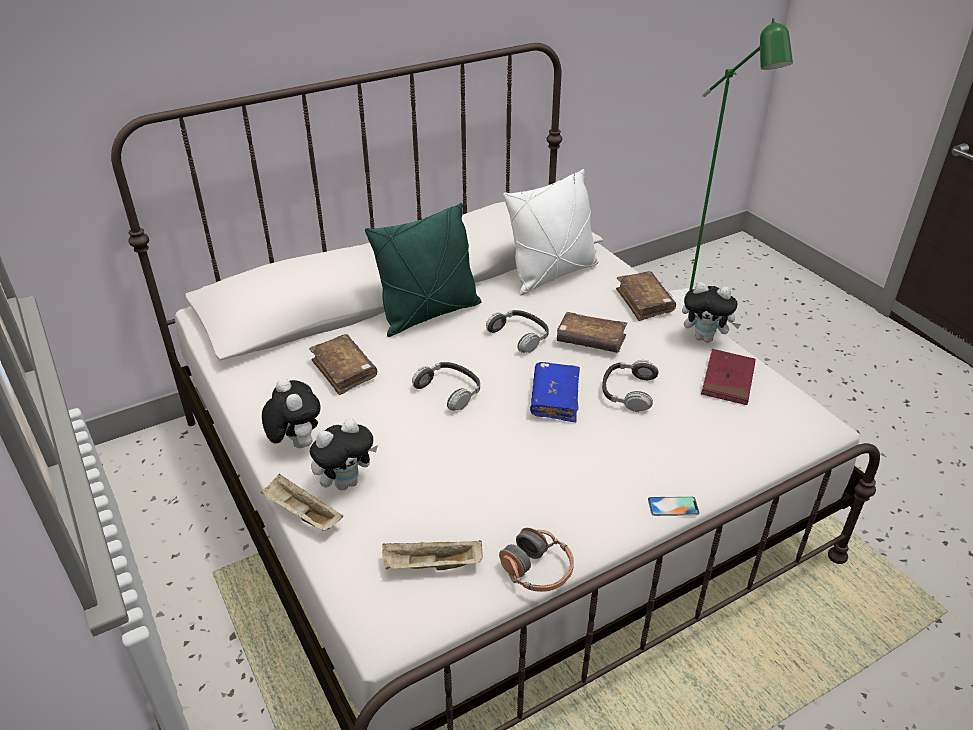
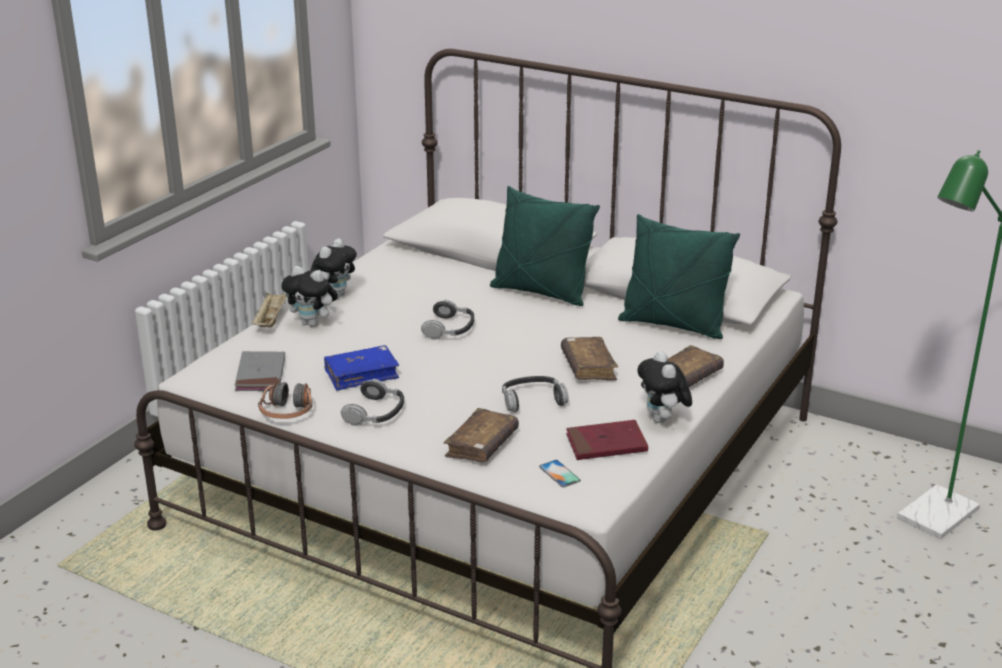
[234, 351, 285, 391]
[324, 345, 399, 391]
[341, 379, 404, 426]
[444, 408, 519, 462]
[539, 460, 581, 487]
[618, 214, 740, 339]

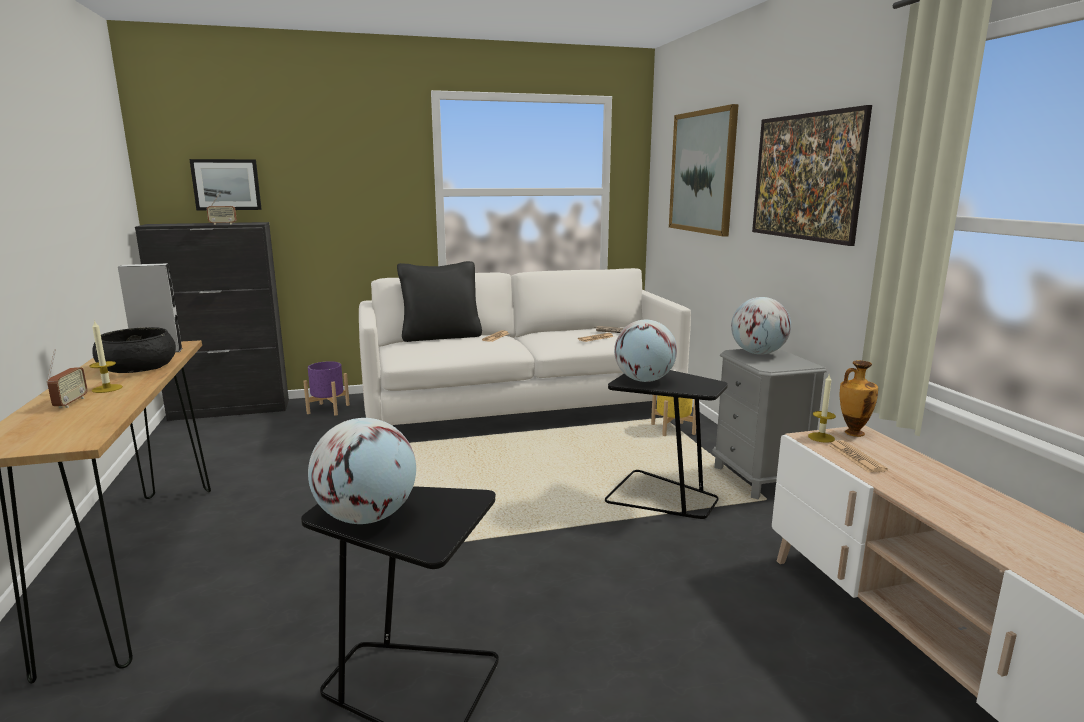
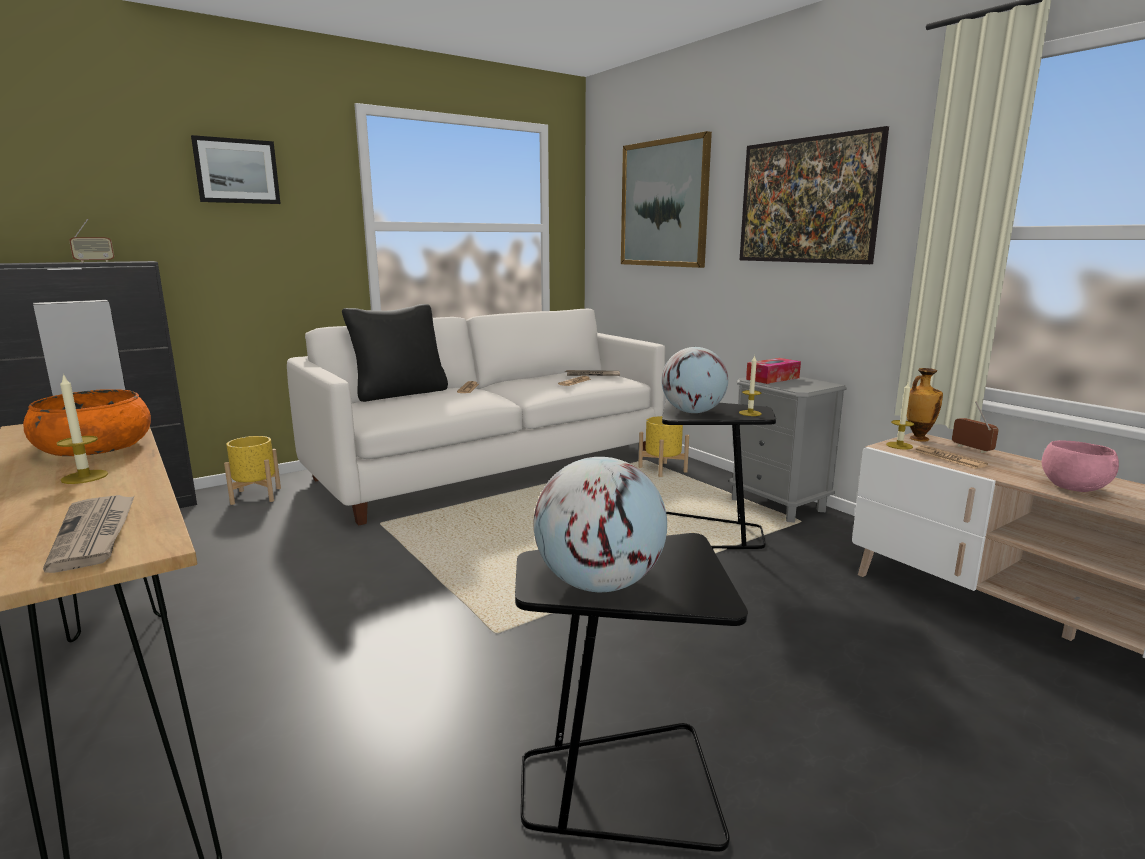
[23, 389, 151, 456]
[43, 495, 135, 573]
[191, 135, 281, 204]
[224, 436, 281, 505]
[739, 355, 762, 416]
[746, 358, 801, 384]
[952, 401, 999, 453]
[1042, 440, 1119, 492]

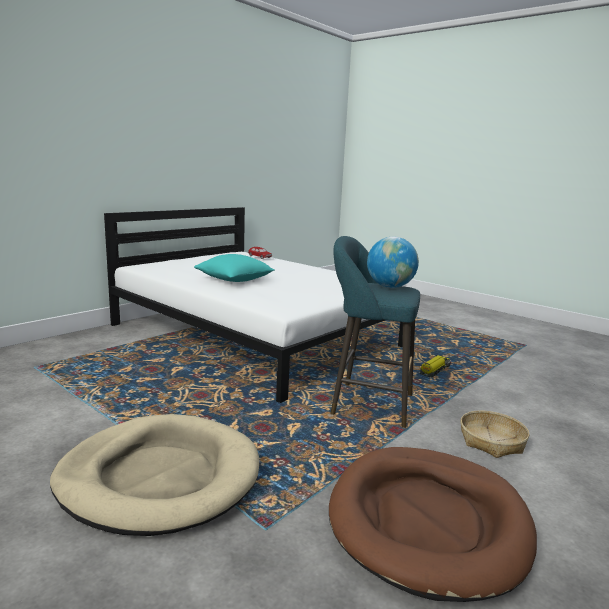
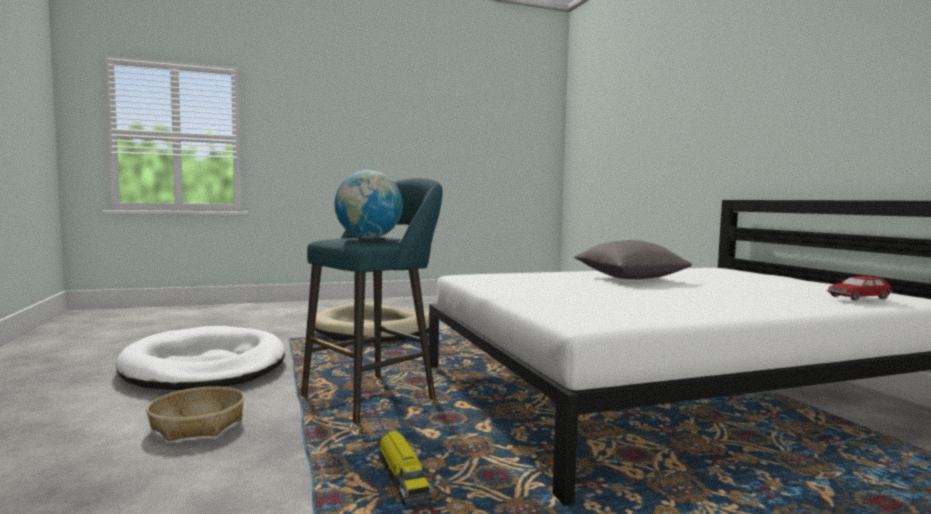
[115, 326, 285, 390]
[574, 240, 692, 279]

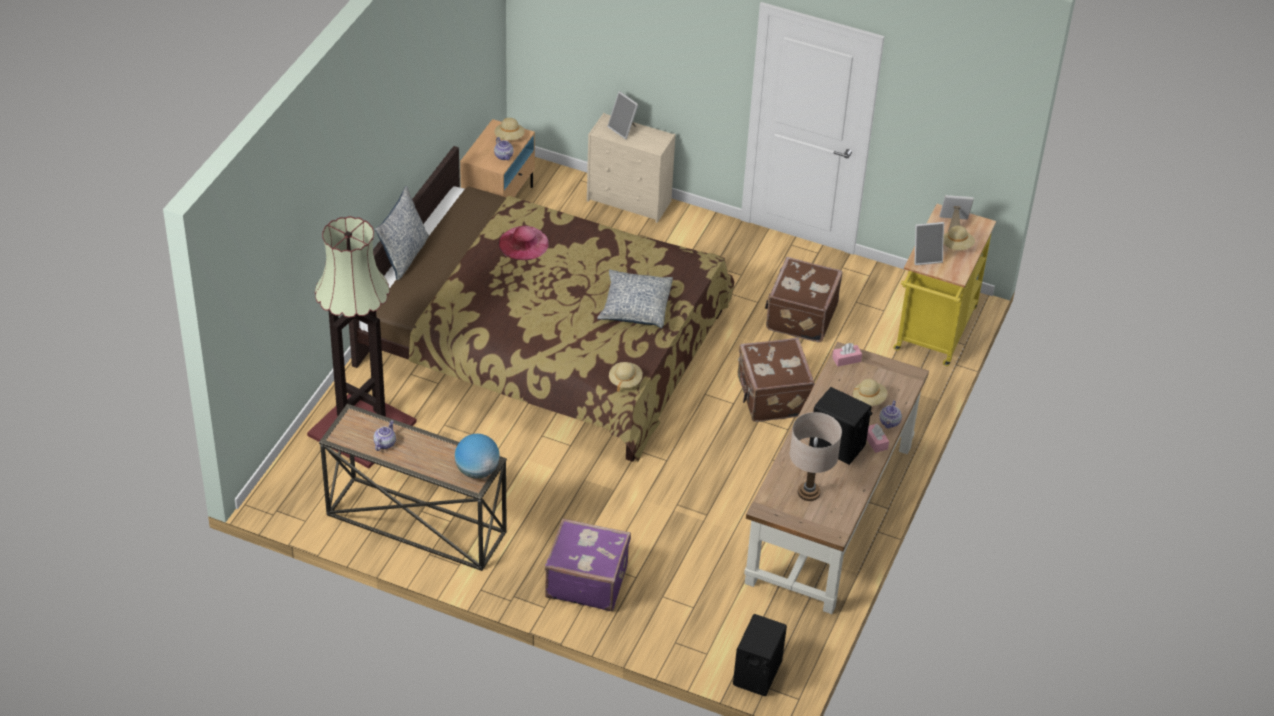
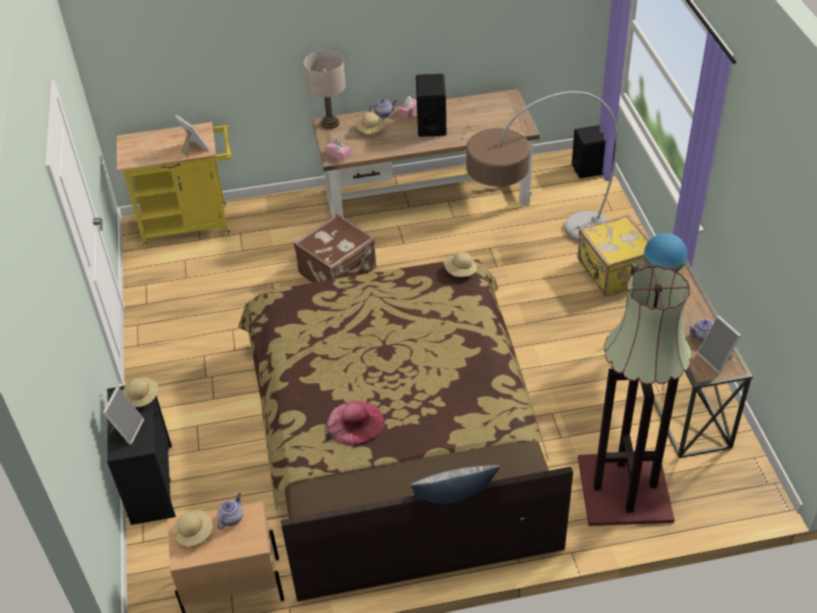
[107, 386, 176, 525]
[122, 377, 158, 407]
[304, 50, 346, 129]
[466, 91, 618, 242]
[577, 215, 649, 296]
[697, 315, 741, 374]
[597, 269, 673, 328] (first image)
[765, 257, 843, 342] (first image)

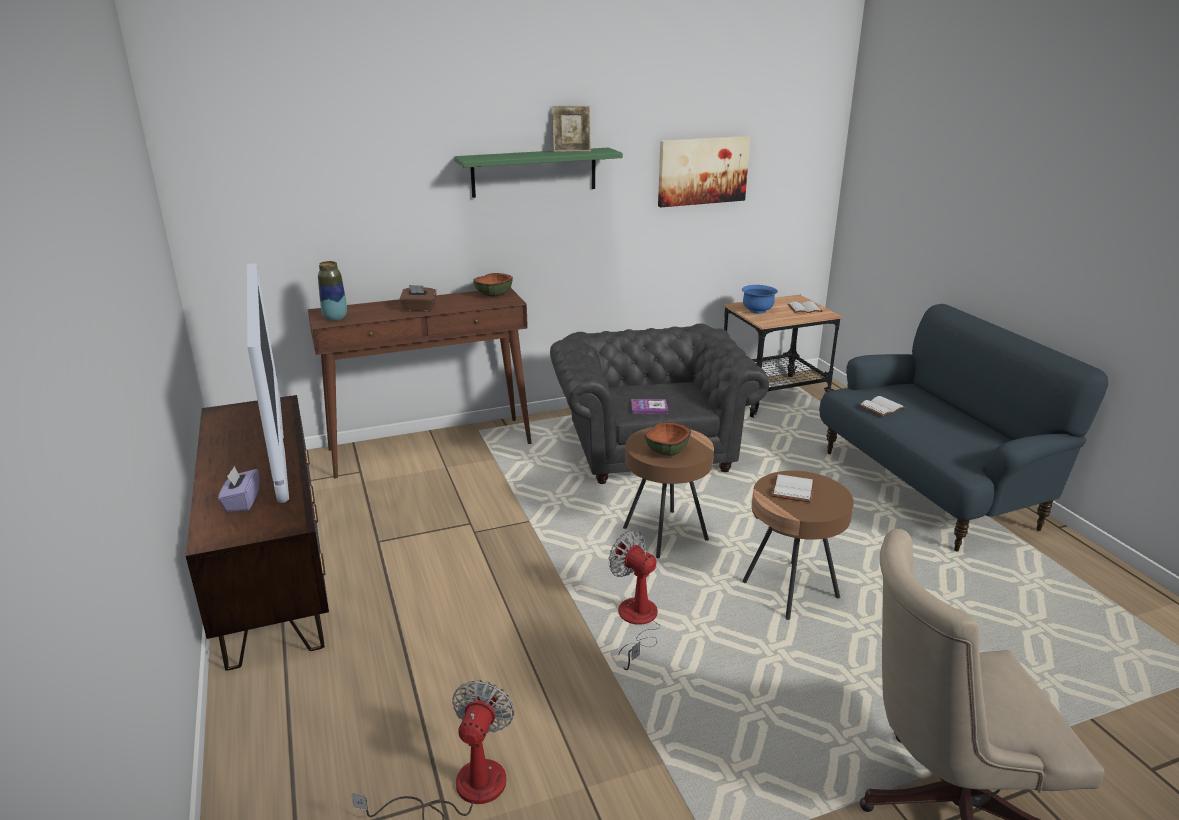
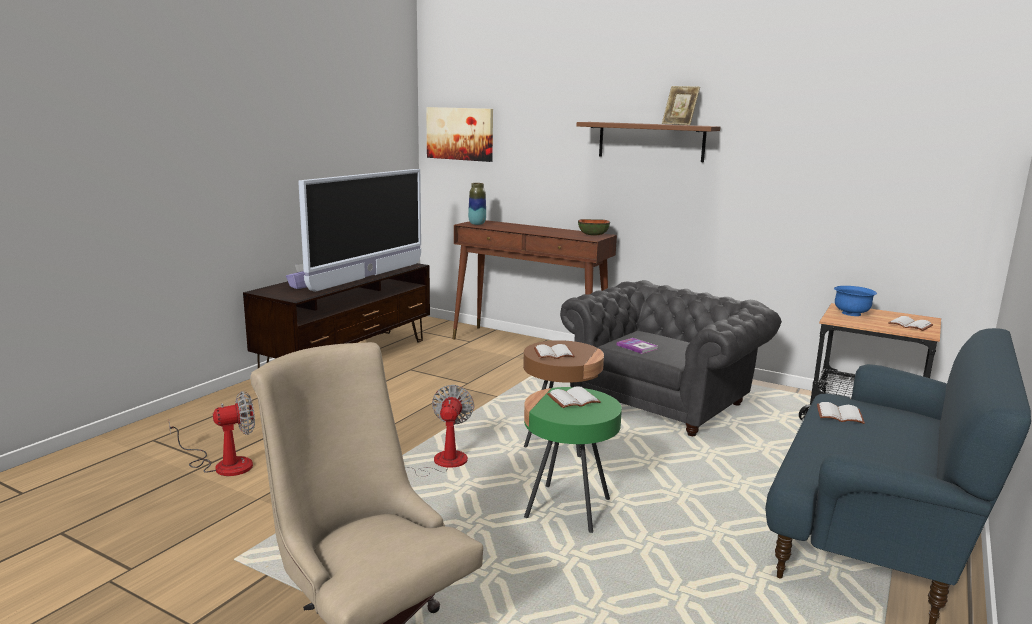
[426, 107, 493, 162]
[524, 387, 622, 533]
[534, 344, 575, 359]
[577, 122, 720, 162]
[399, 285, 437, 312] (first image)

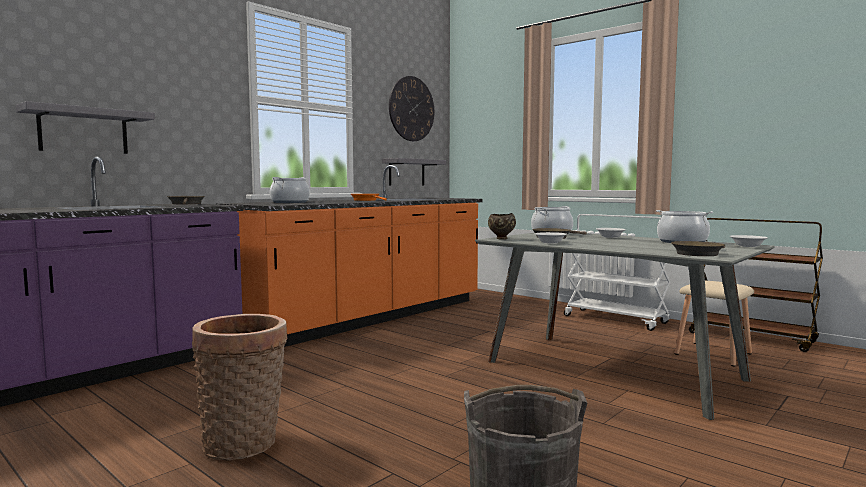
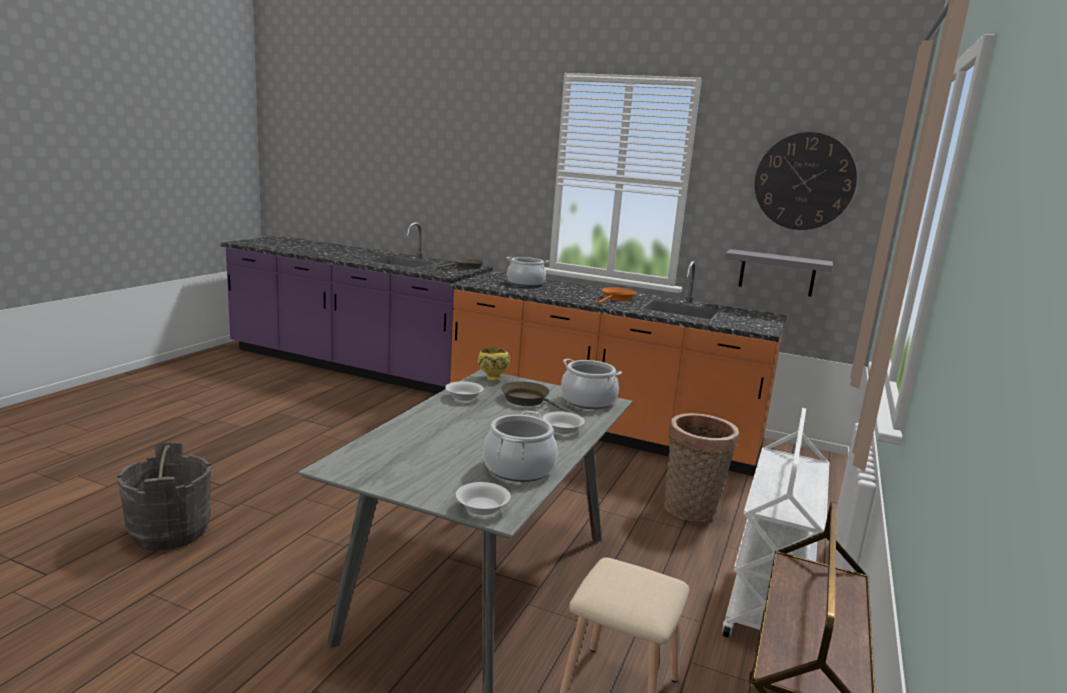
[477, 347, 510, 381]
[664, 413, 739, 521]
[16, 101, 155, 154] (first image)
[671, 241, 725, 256] (first image)

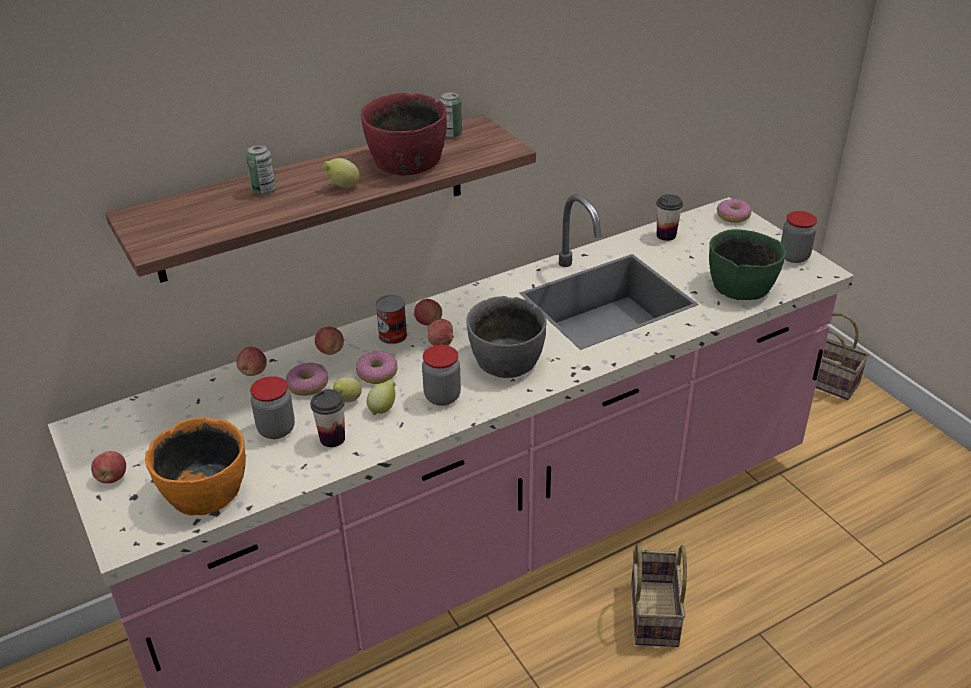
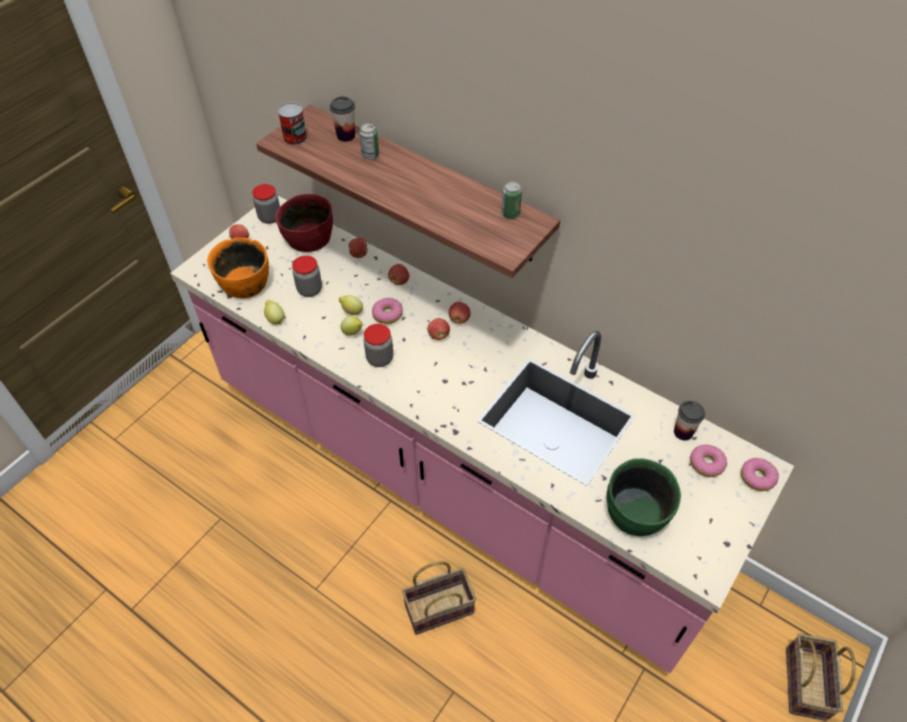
[252, 184, 280, 224]
[264, 300, 285, 324]
[275, 194, 333, 252]
[278, 102, 307, 145]
[330, 97, 355, 142]
[690, 444, 727, 477]
[466, 296, 547, 378] (first image)

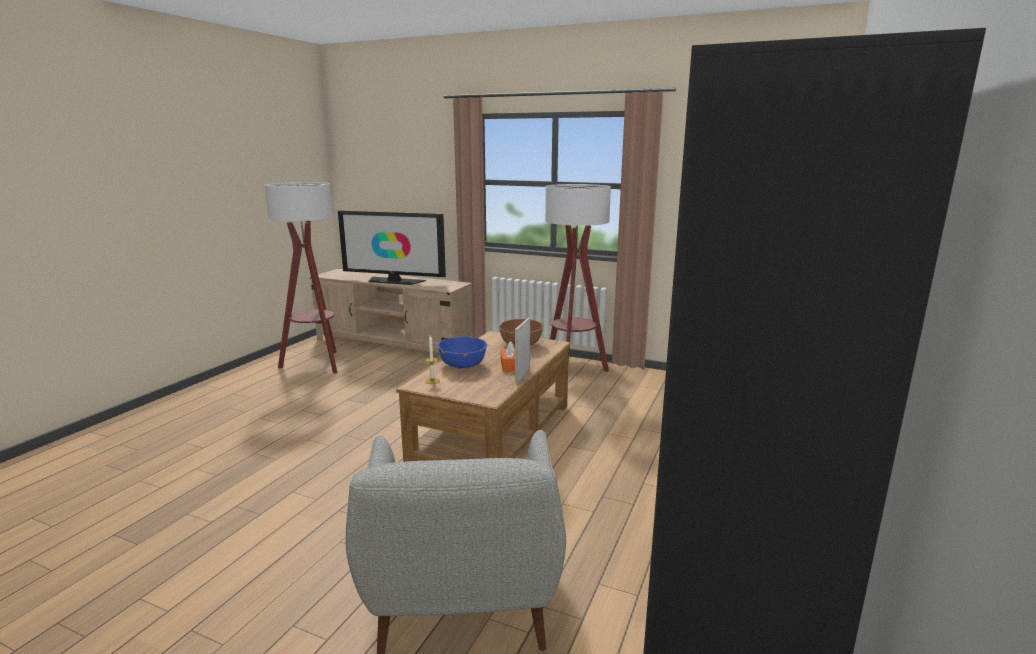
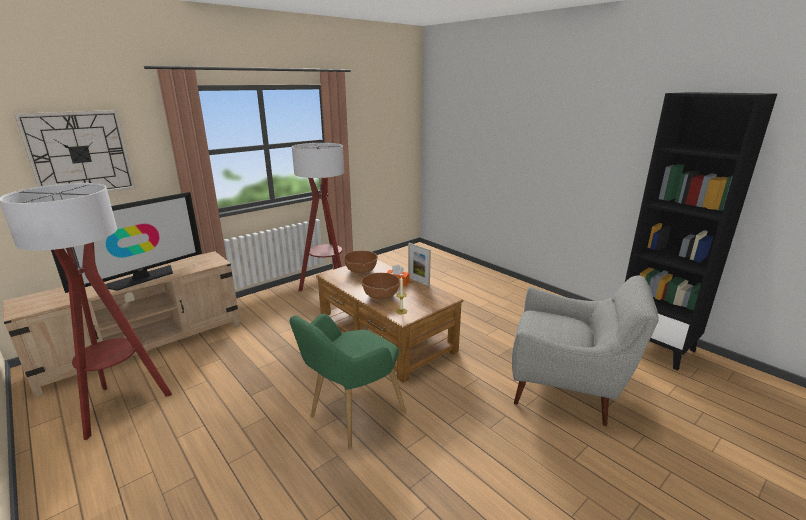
[14, 110, 136, 192]
[290, 314, 406, 448]
[361, 273, 400, 299]

